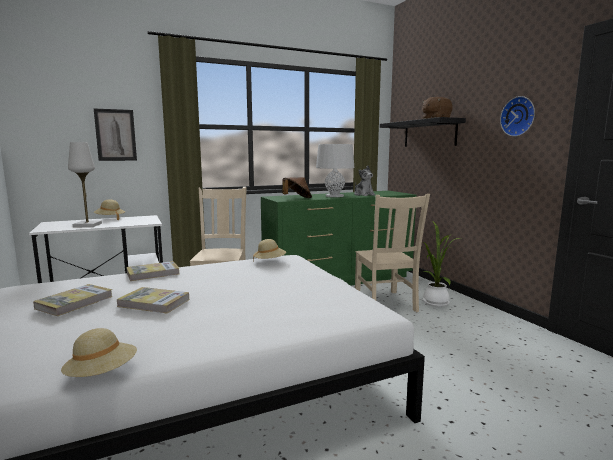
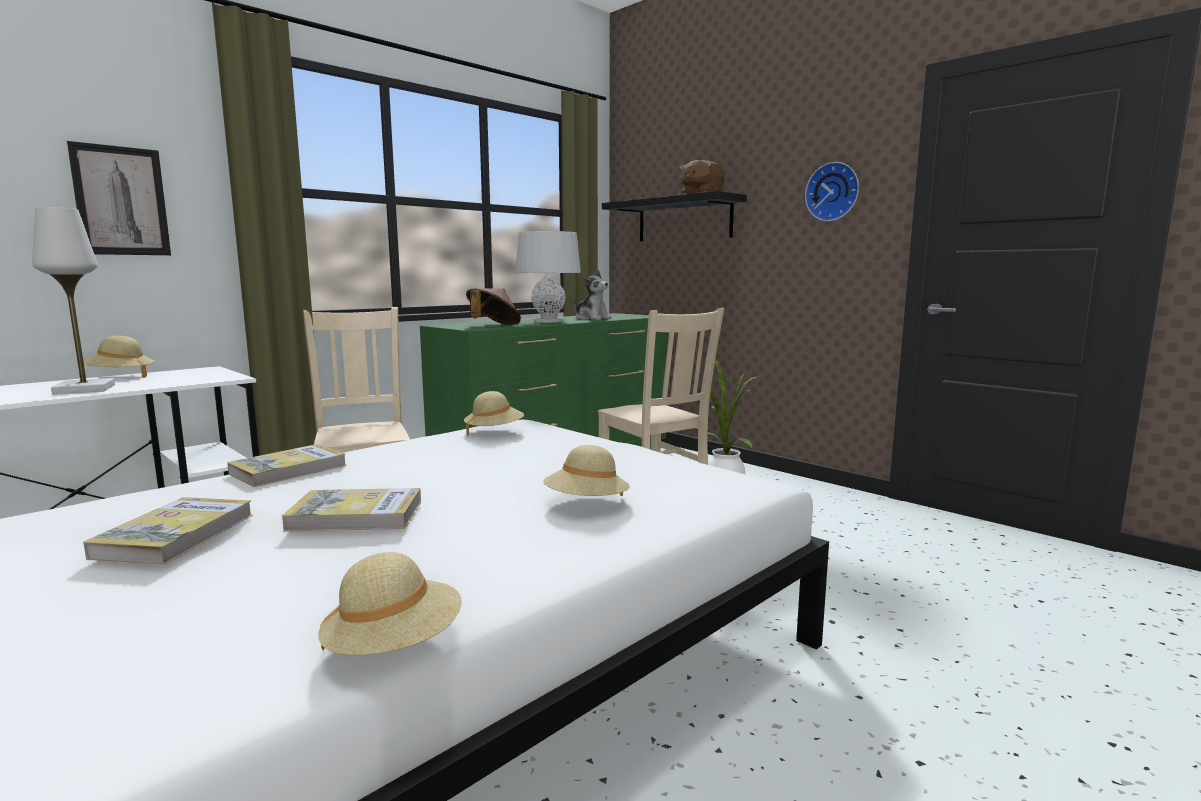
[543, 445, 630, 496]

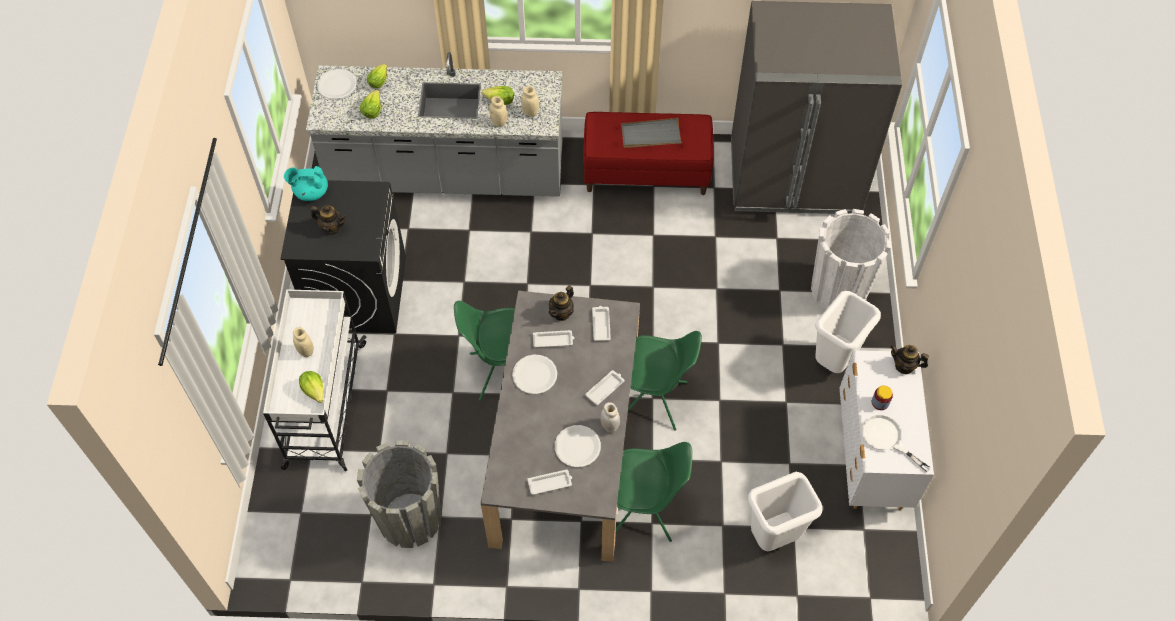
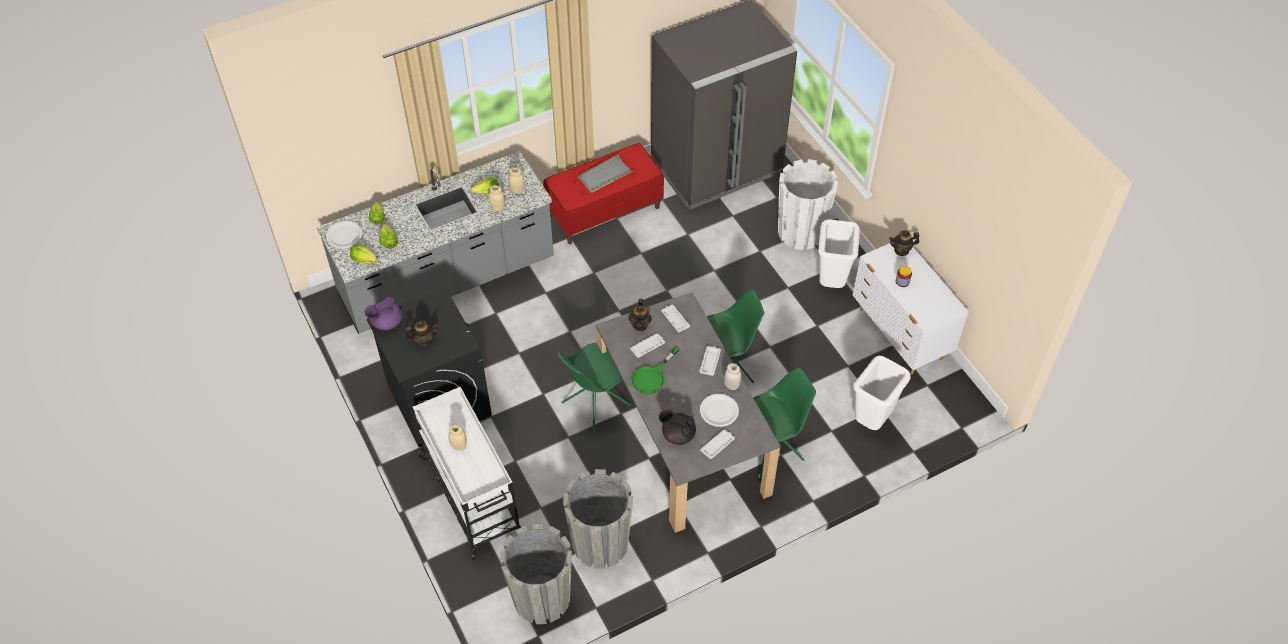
[350, 244, 378, 264]
[365, 296, 402, 330]
[500, 524, 572, 624]
[631, 347, 679, 394]
[659, 409, 696, 445]
[861, 414, 931, 472] (first image)

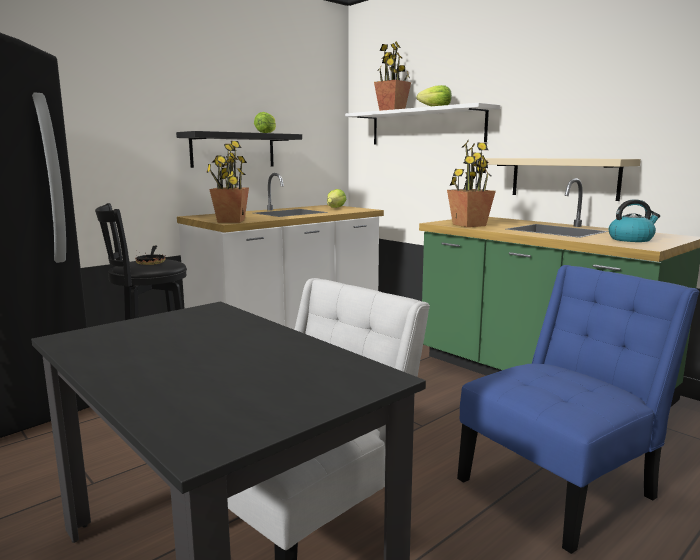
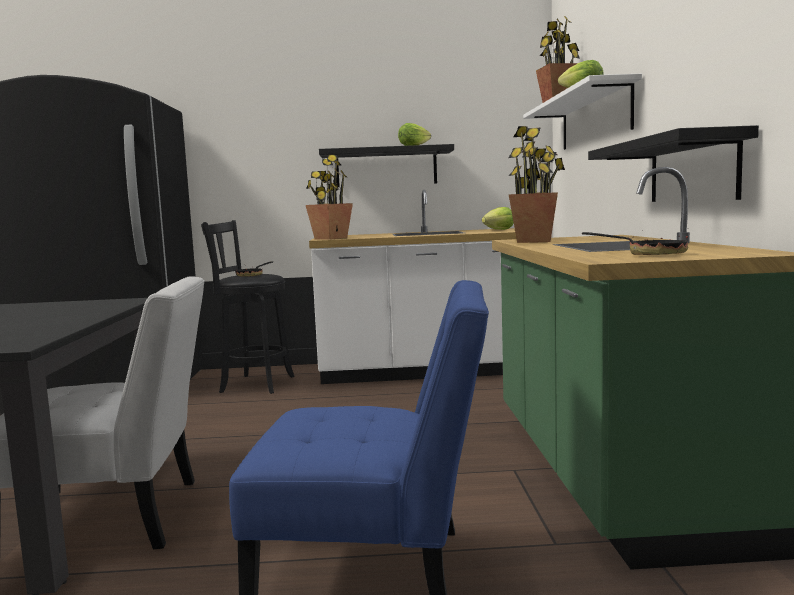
[582, 232, 688, 255]
[588, 125, 759, 202]

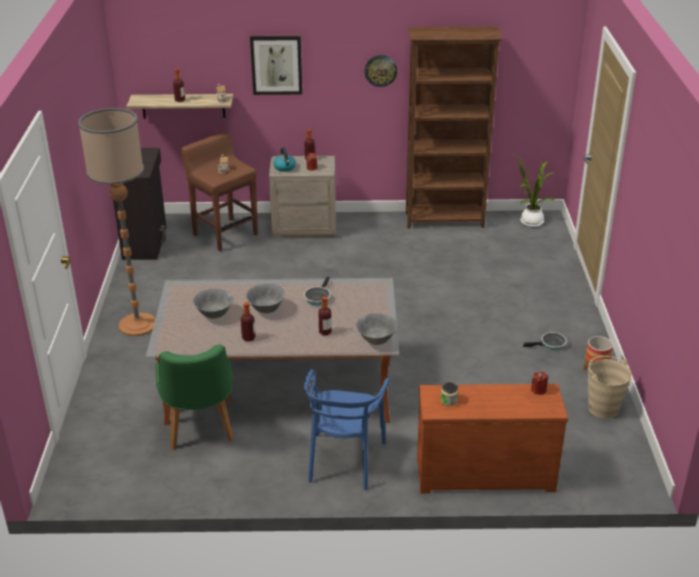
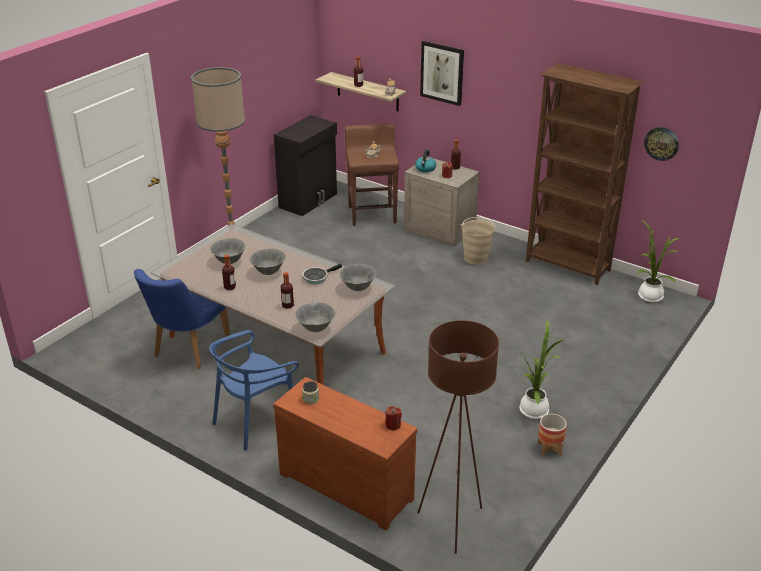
[134, 269, 231, 370]
[339, 264, 376, 291]
[417, 320, 499, 554]
[460, 217, 496, 265]
[519, 320, 564, 419]
[644, 127, 679, 161]

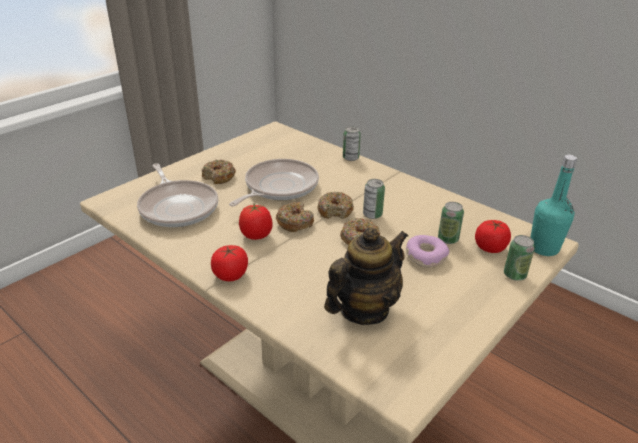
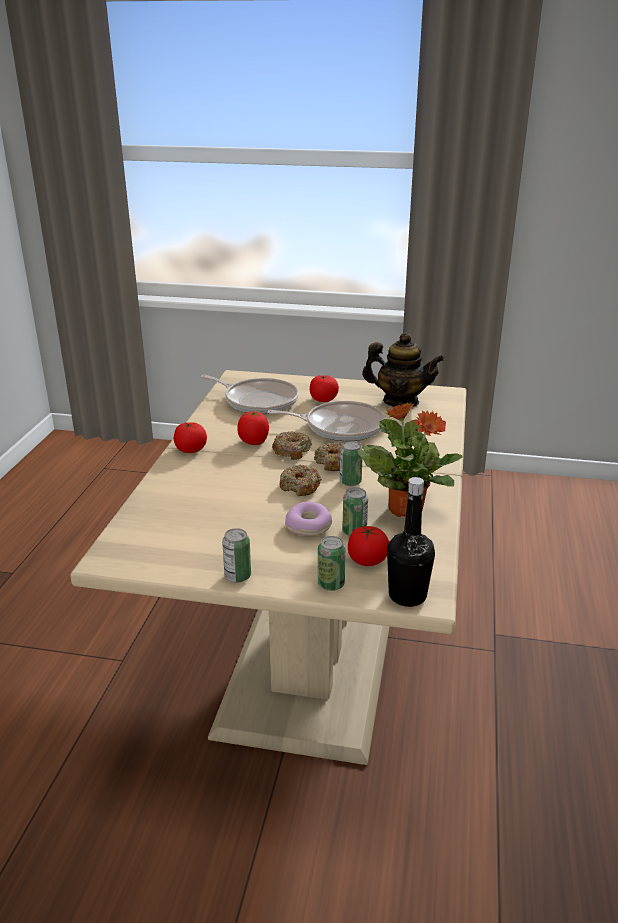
[201, 375, 299, 414]
[222, 528, 251, 583]
[310, 375, 339, 402]
[358, 402, 463, 517]
[362, 333, 444, 407]
[387, 477, 435, 607]

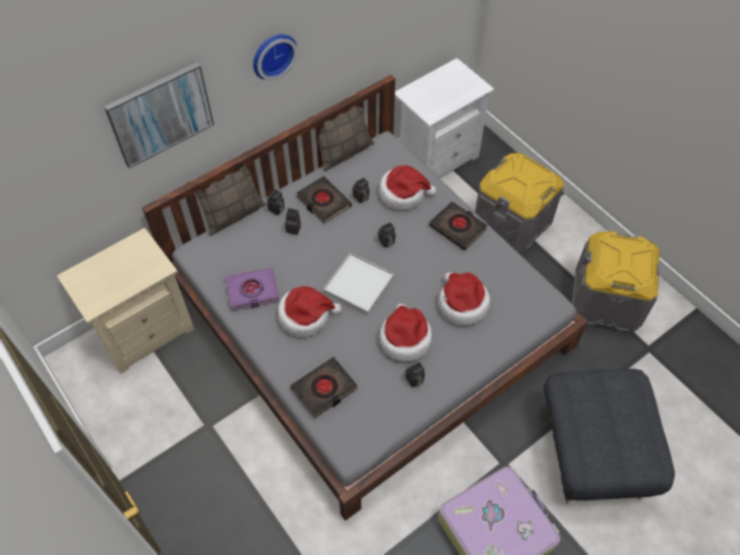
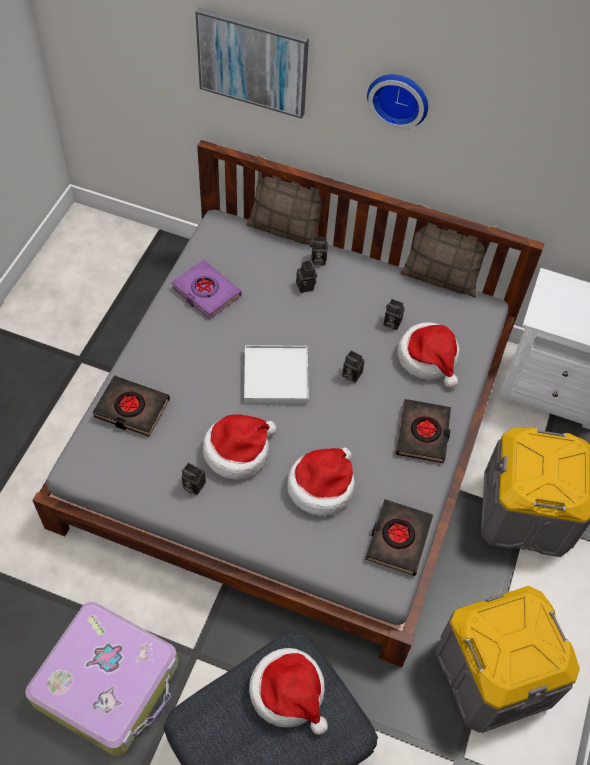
[249, 648, 328, 735]
[366, 499, 433, 576]
[57, 228, 194, 374] (first image)

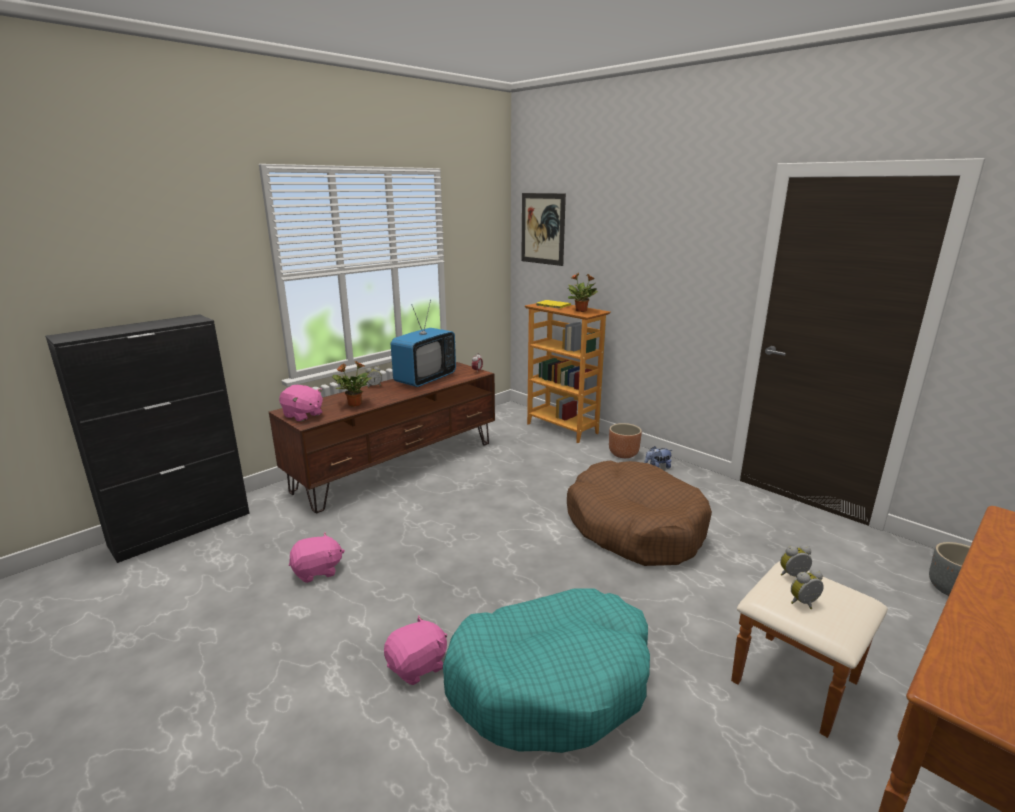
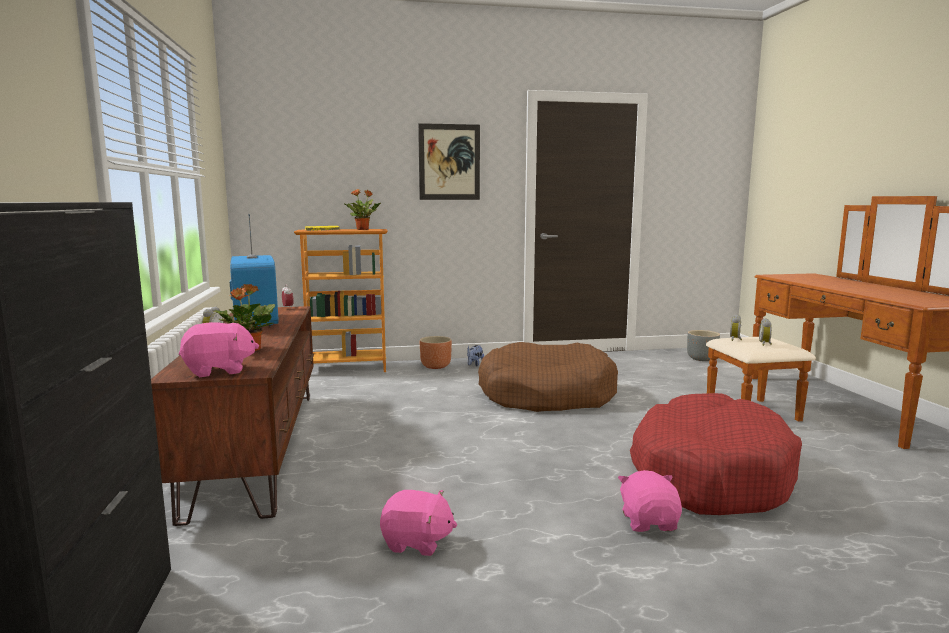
[380, 490, 457, 556]
[418, 123, 480, 200]
[630, 393, 802, 515]

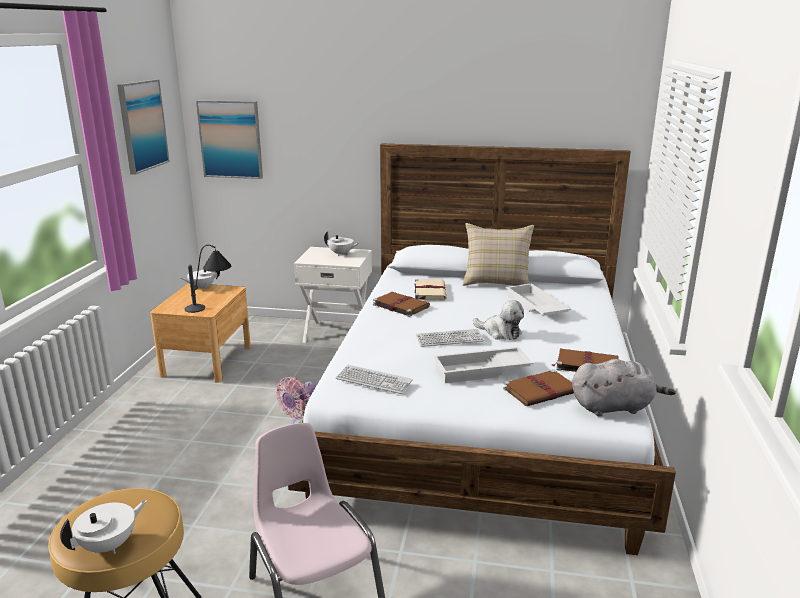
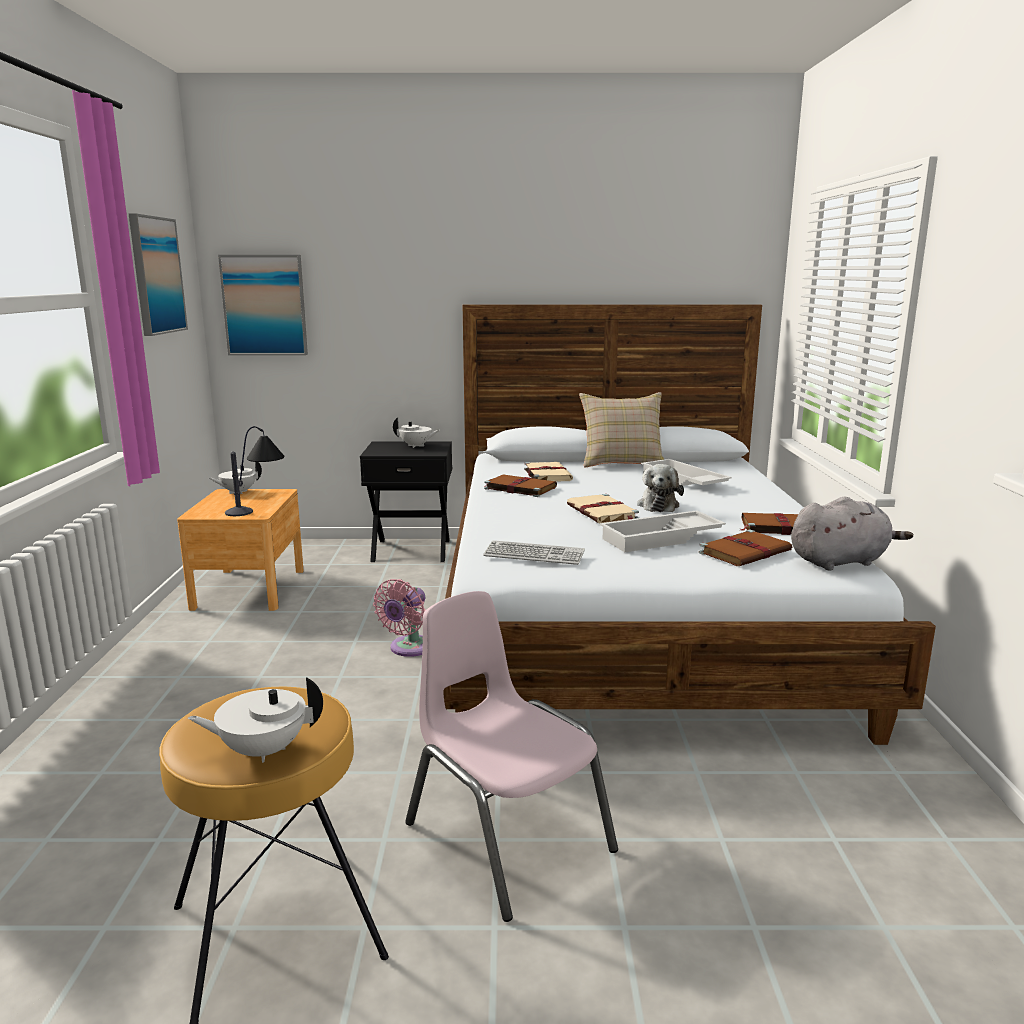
[188, 677, 323, 763]
[360, 441, 452, 562]
[567, 494, 639, 523]
[637, 464, 684, 512]

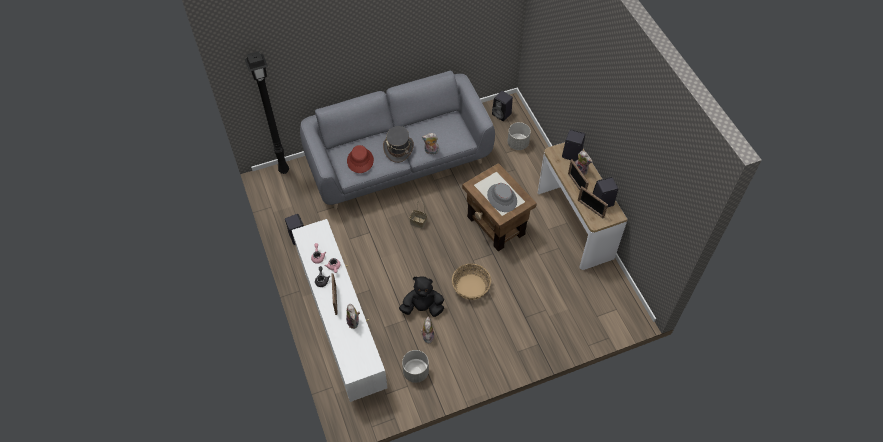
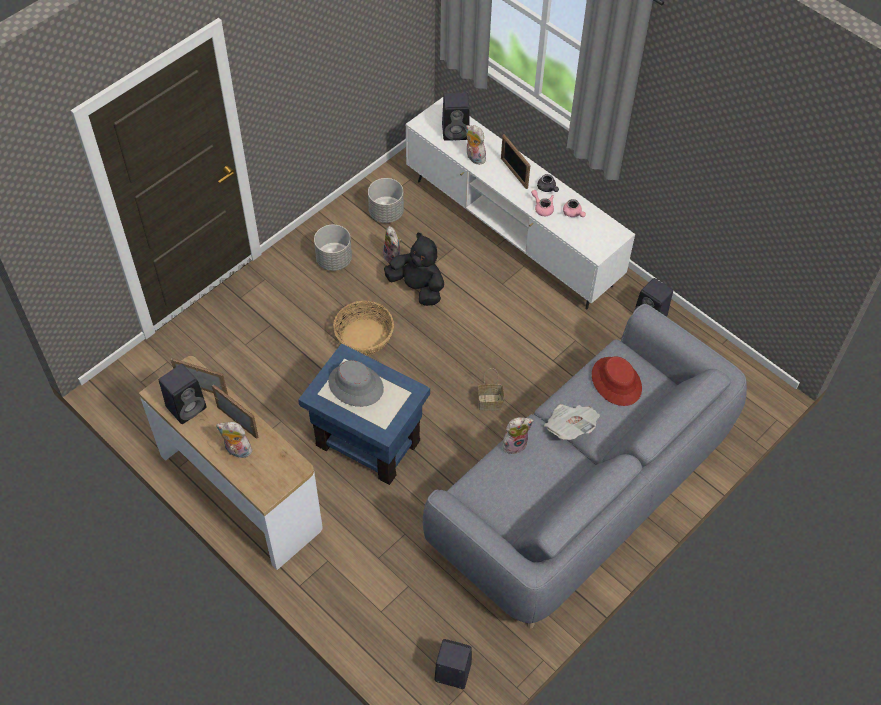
[298, 343, 430, 485]
[314, 225, 352, 271]
[384, 233, 444, 306]
[442, 93, 470, 141]
[544, 404, 600, 440]
[245, 51, 289, 174] (first image)

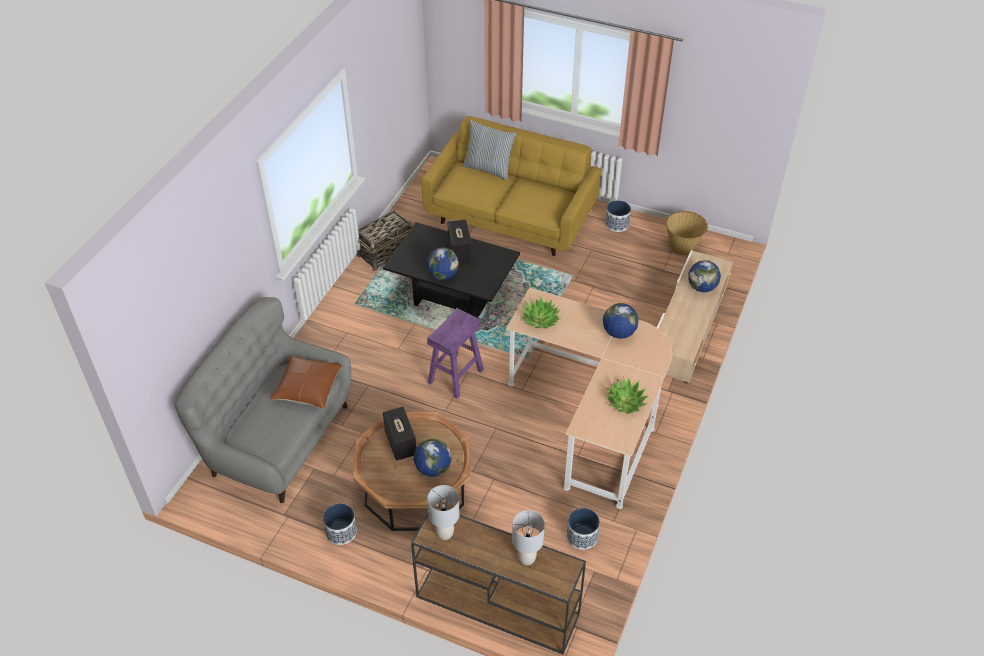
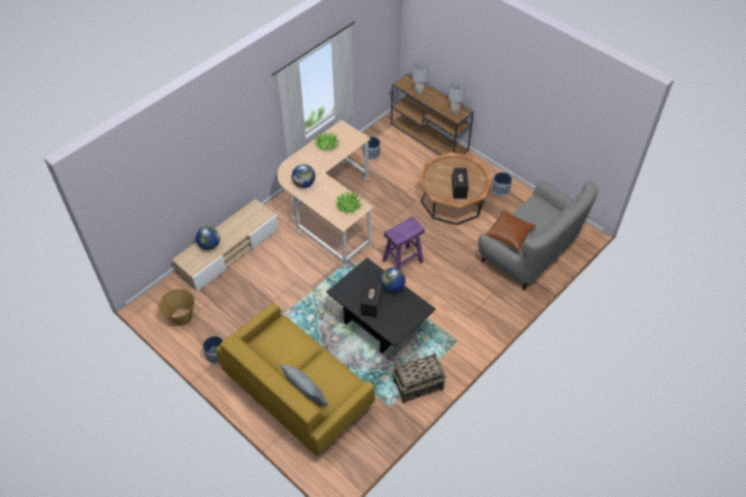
[414, 439, 452, 477] (first image)

